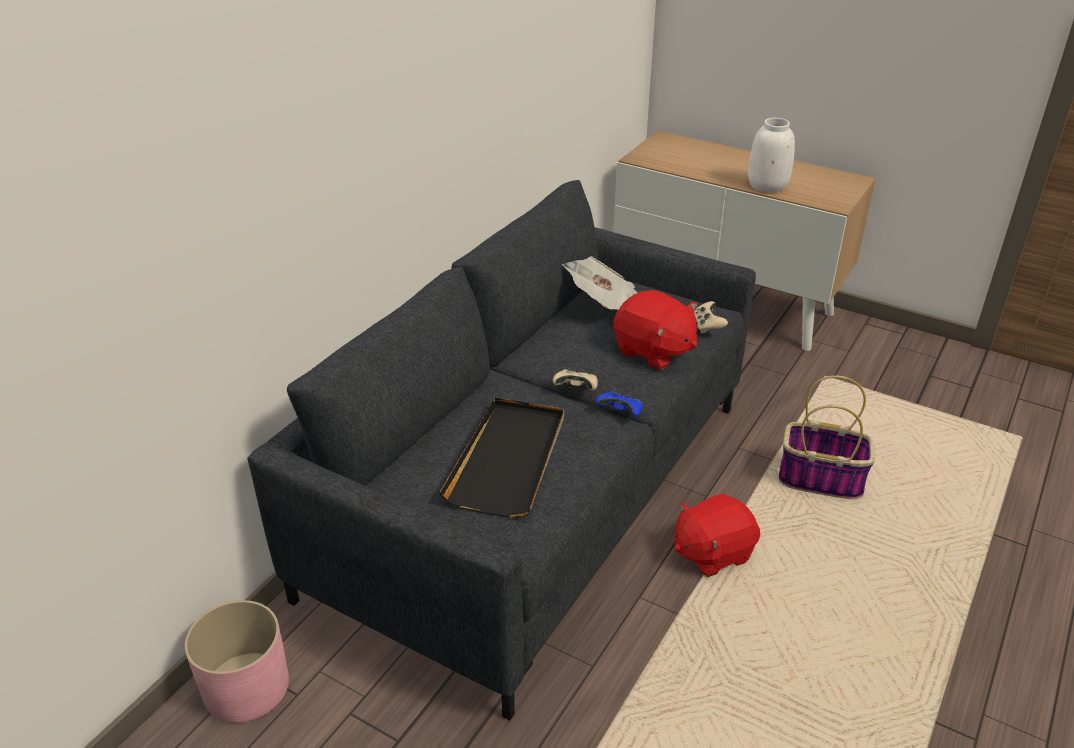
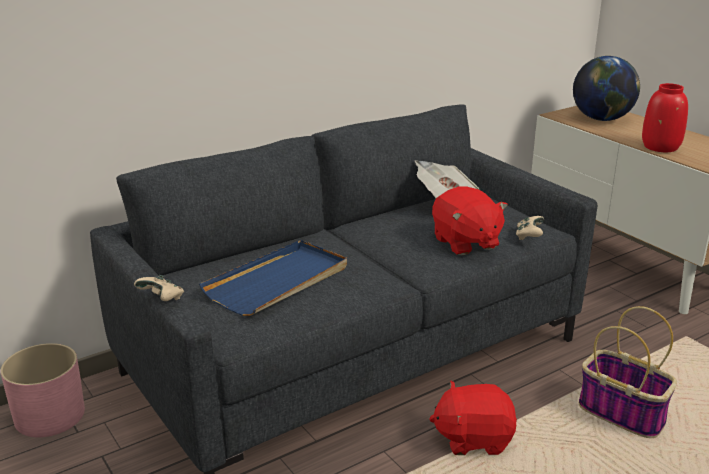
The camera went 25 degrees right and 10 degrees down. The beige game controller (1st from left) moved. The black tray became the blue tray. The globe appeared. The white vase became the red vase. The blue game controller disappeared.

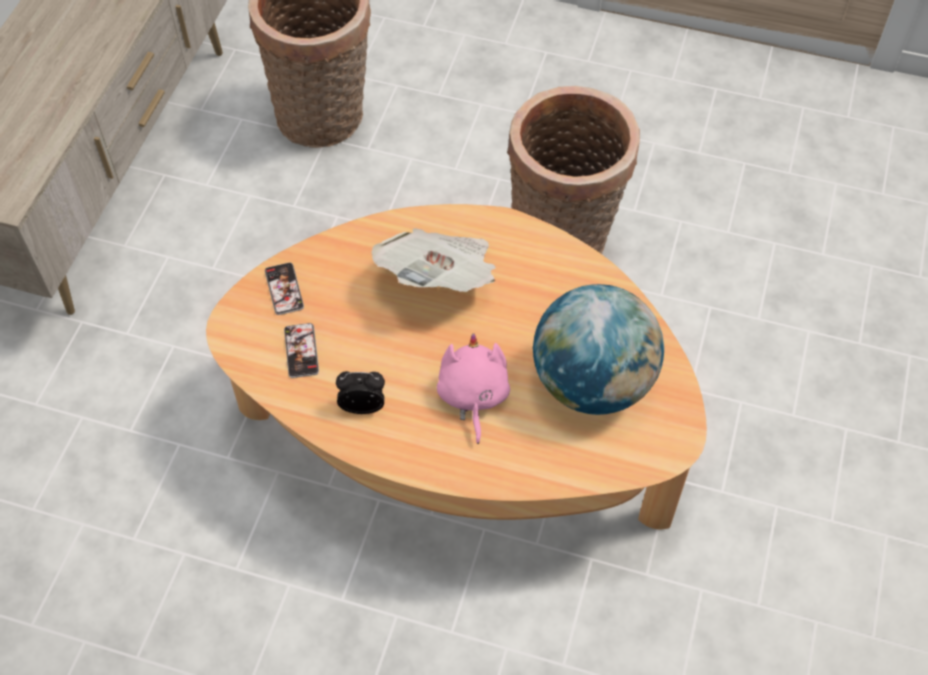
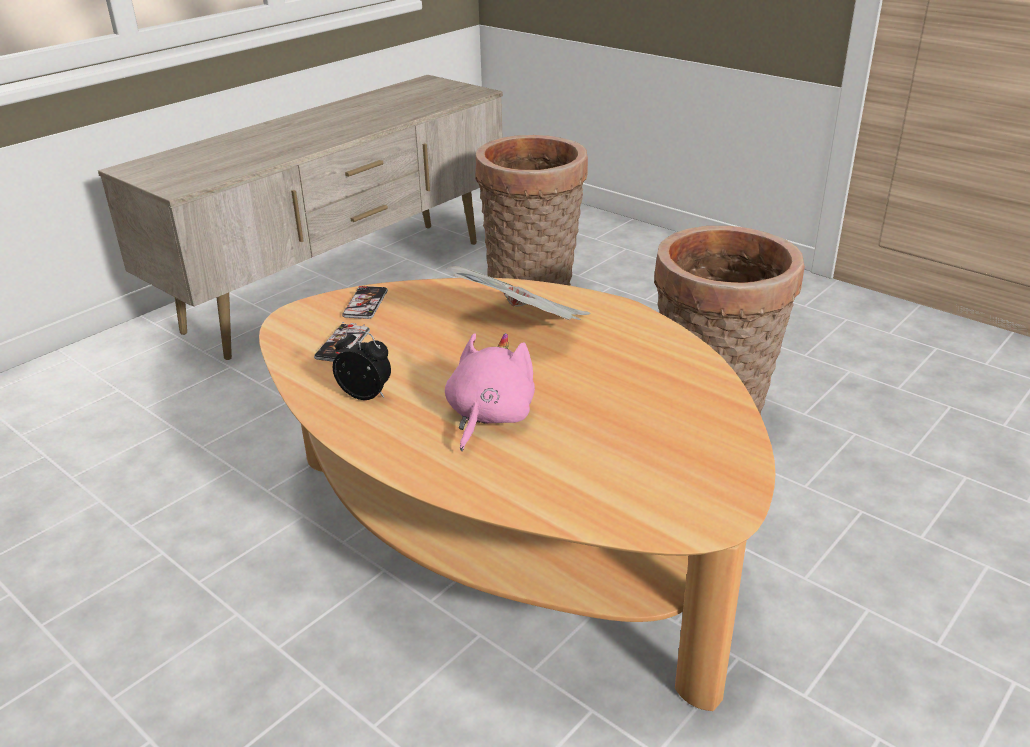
The camera went 25 degrees right and 25 degrees down. The globe disappeared.

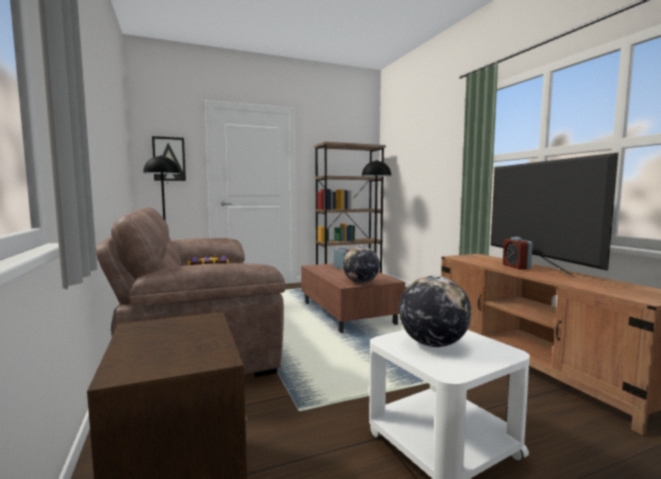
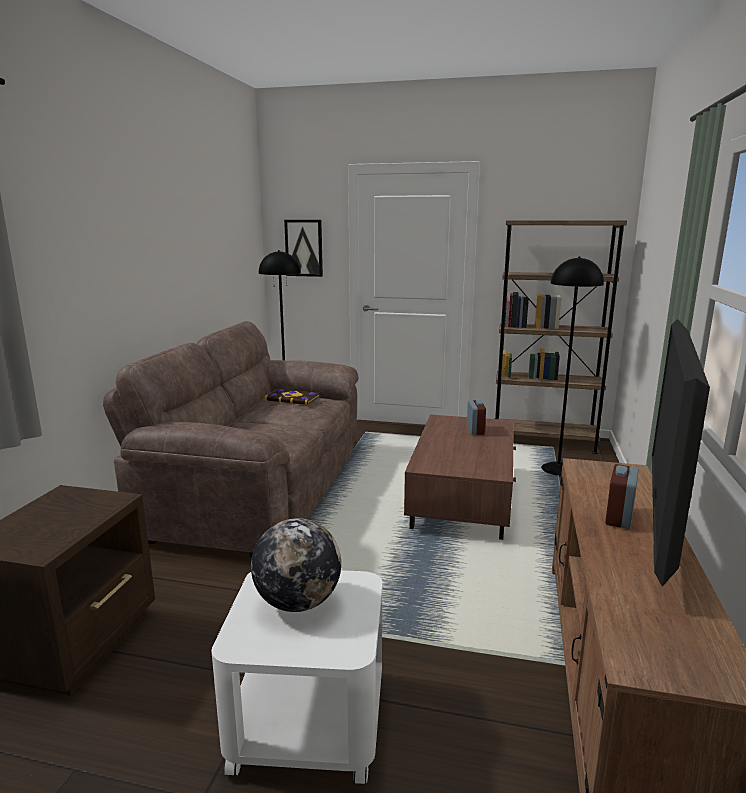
The camera went 35 degrees right and 10 degrees up. The globe (1st from left) disappeared.

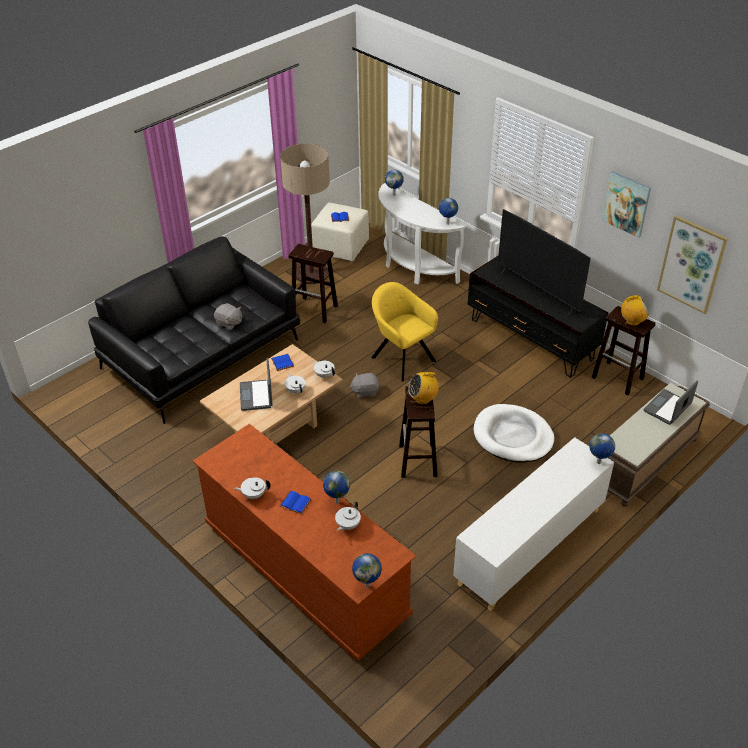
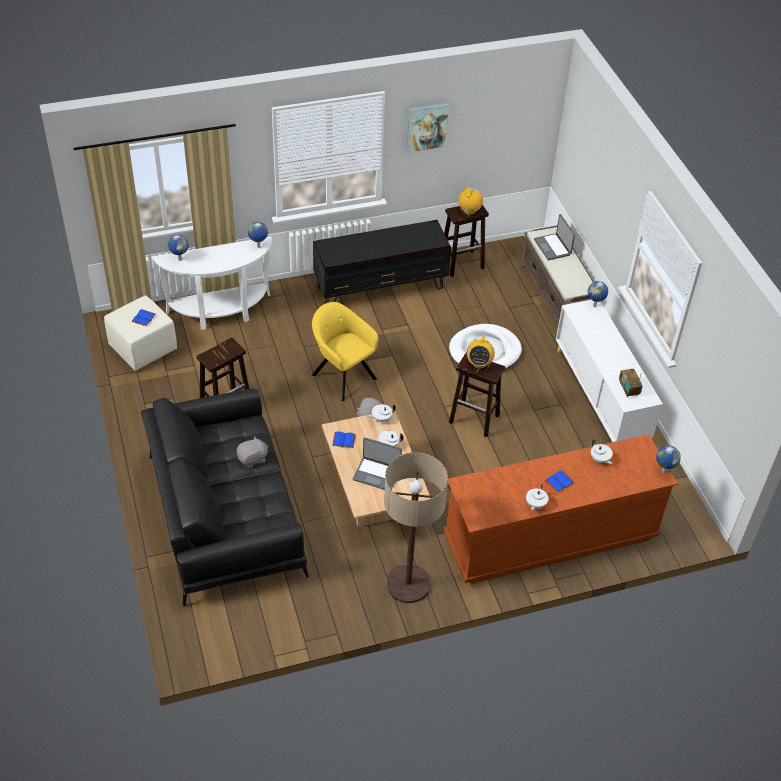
The camera went 65 degrees left and 5 degrees up. The yellow armchair turned 60 degrees clockwise. The floor lamp moved. The radio (3rd from left) appeared. The globe (1st from left) disappeared. The television disappeared. The picture (2nd from left) disappeared.

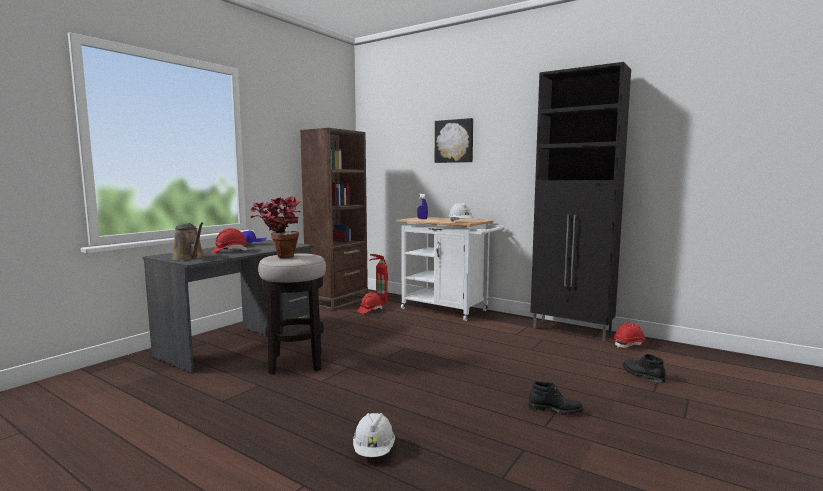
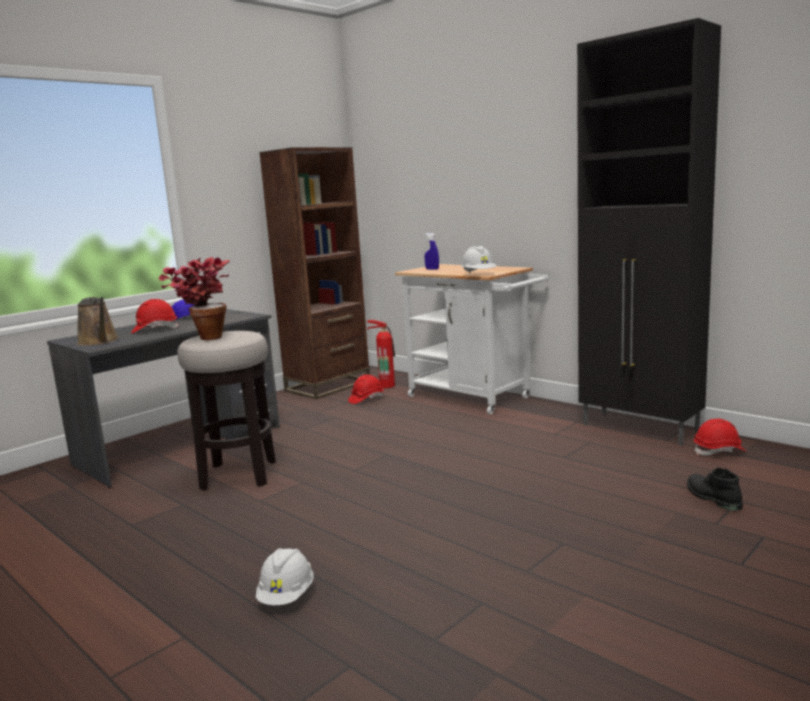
The camera went 10 degrees right and 5 degrees up. The picture disappeared. The black boot (1st from left) disappeared.

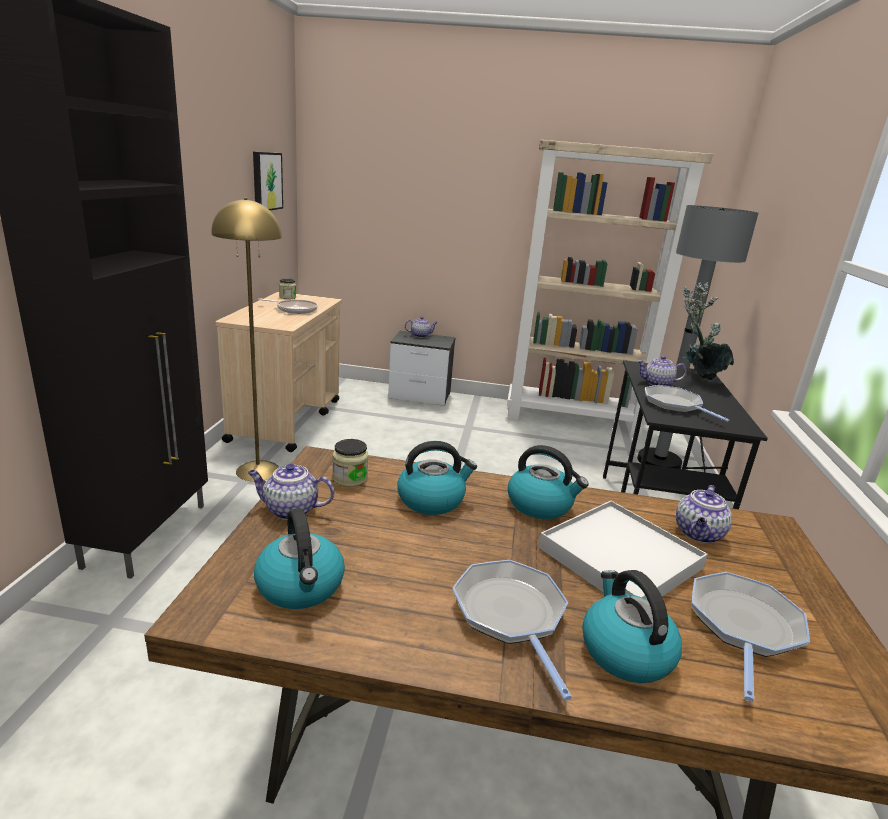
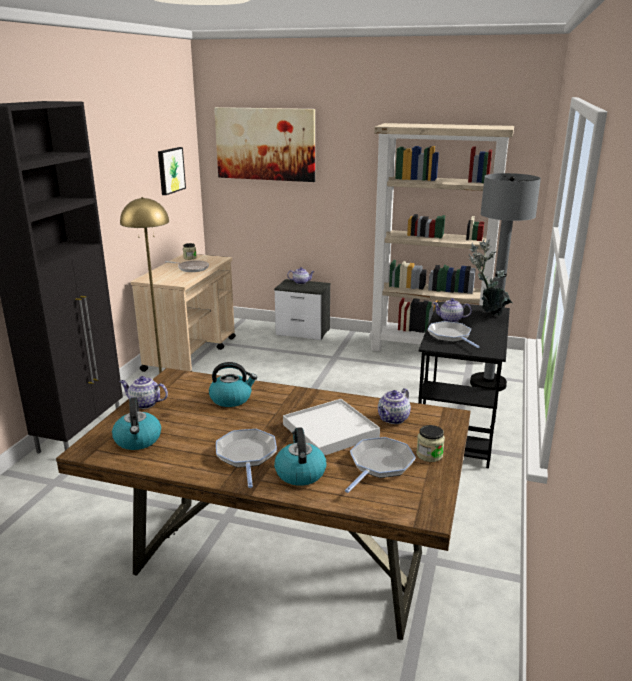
The camera went 10 degrees right and 0 degrees up. The picture (2nd from left) appeared. The jar (2nd from left) moved. The kettle (3rd from left) disappeared.

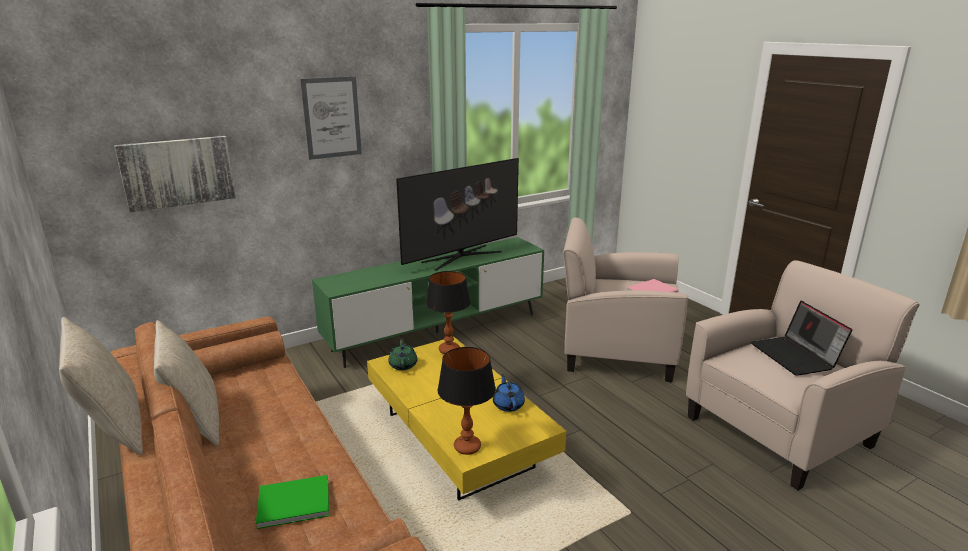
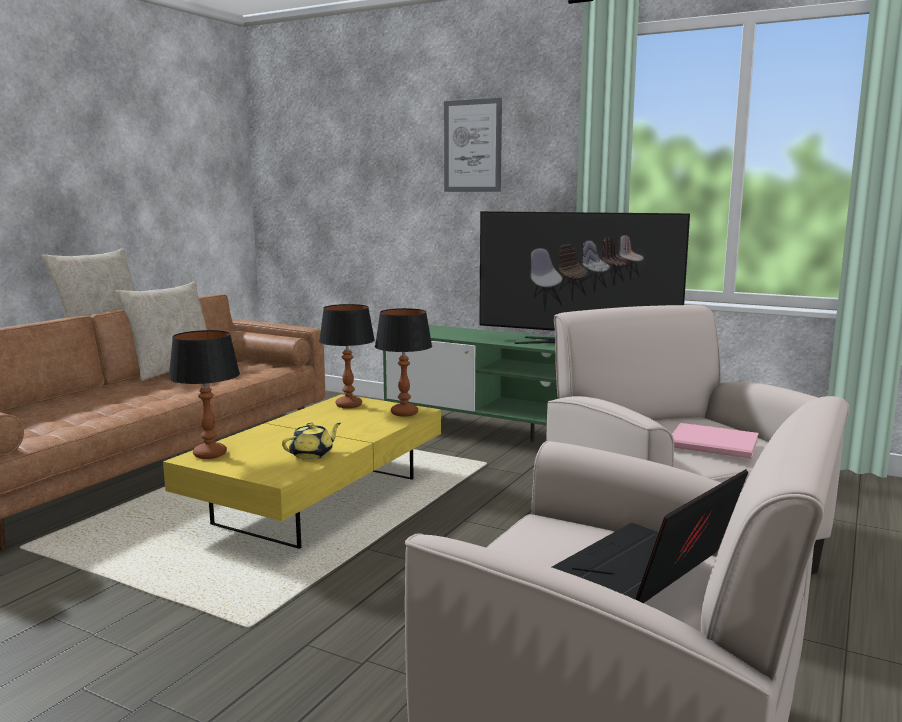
The camera went 60 degrees right and 10 degrees down. The blue teapot became the yellow teapot. The green teapot was replaced by the table lamp (2nd from left). The picture (1st from left) disappeared. The green book disappeared.

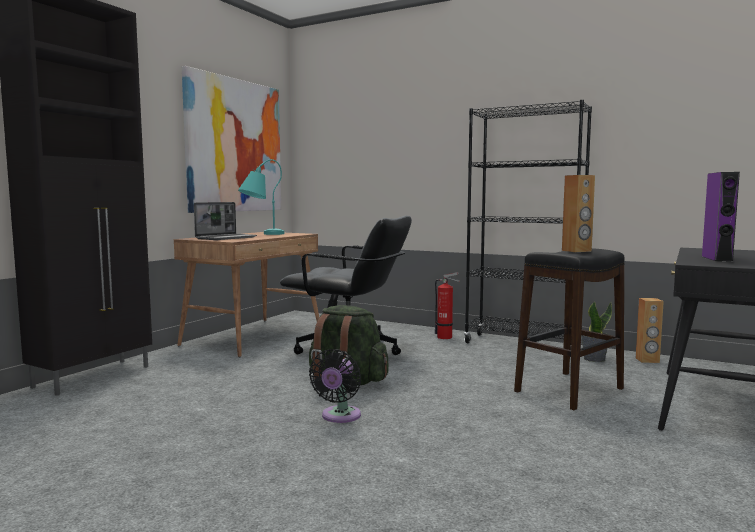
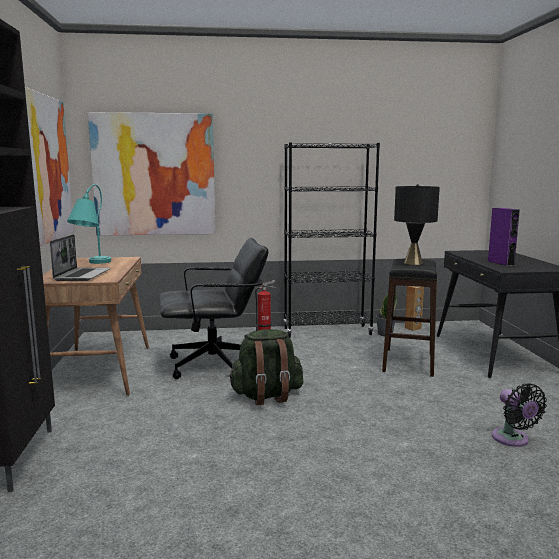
The camera went 35 degrees left and 5 degrees up. The picture (2nd from left) appeared. The brown speaker (1st from left) was replaced by the black table lamp. The black fan moved.

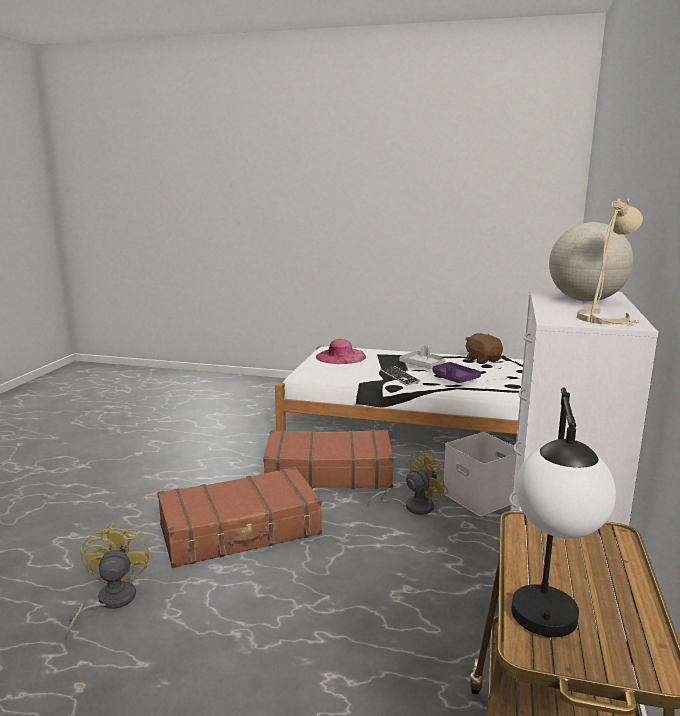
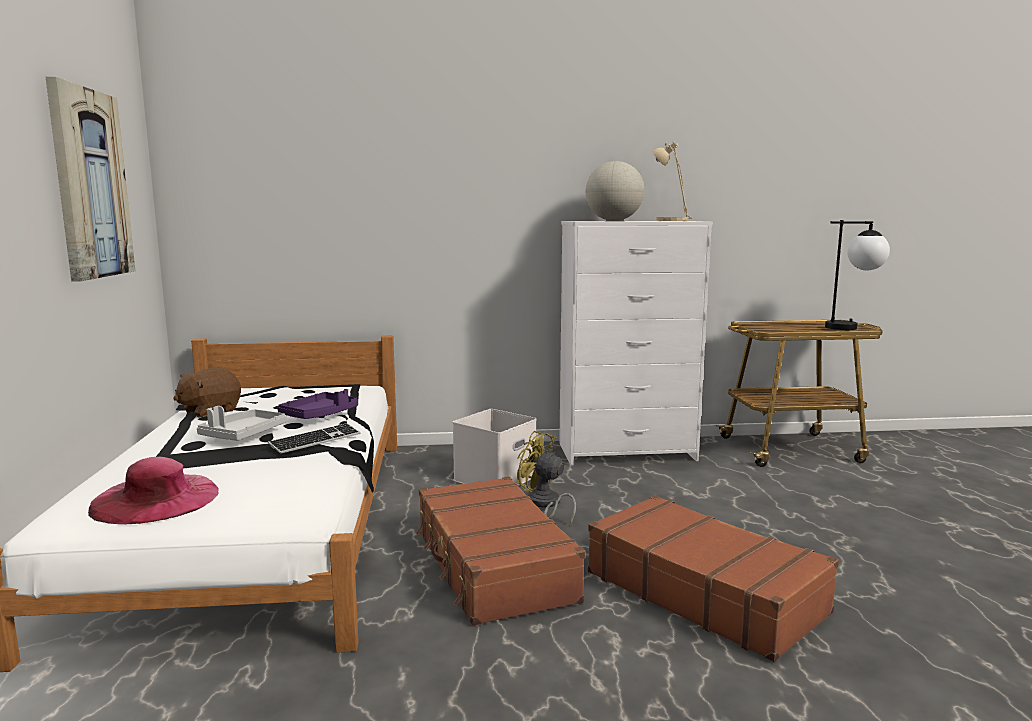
The camera went 110 degrees left and 5 degrees down. The picture appeared. The yellow fan (1st from left) disappeared.

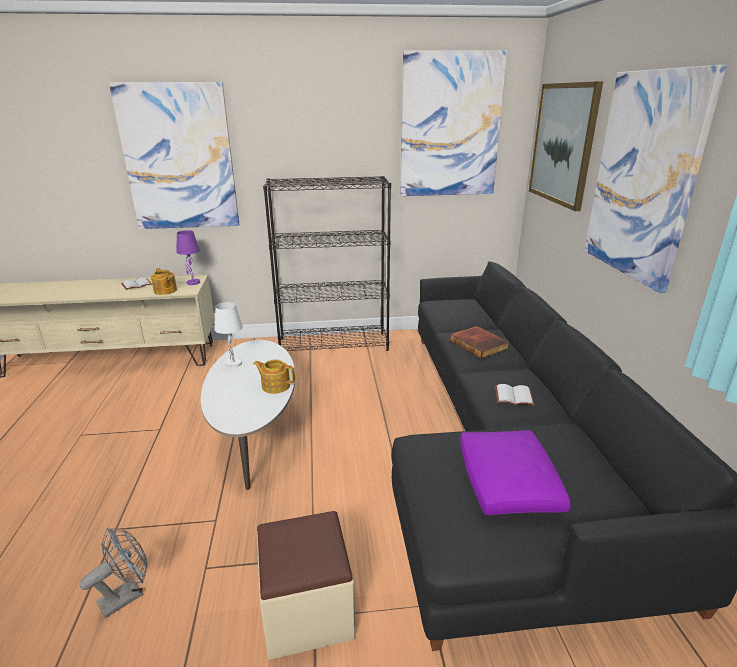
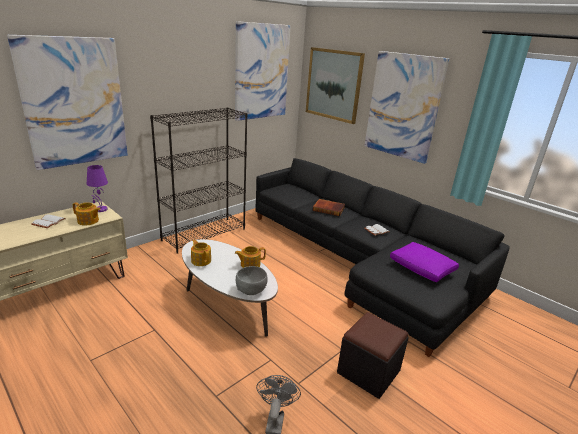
The camera went 40 degrees left and 0 degrees up. The white table lamp was replaced by the teapot (2nd from left). The grey bowl appeared. The beige ottoman became the black ottoman.

